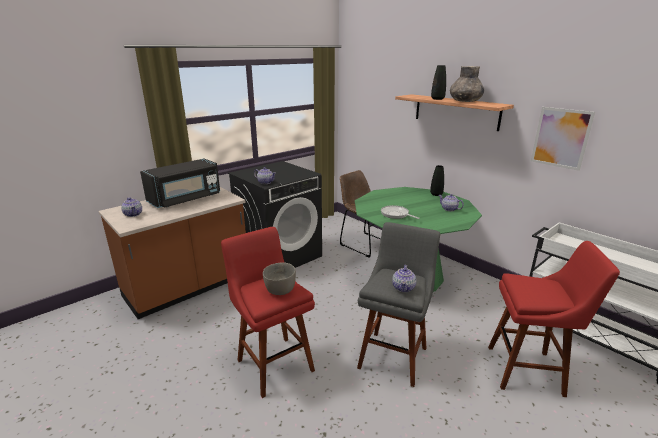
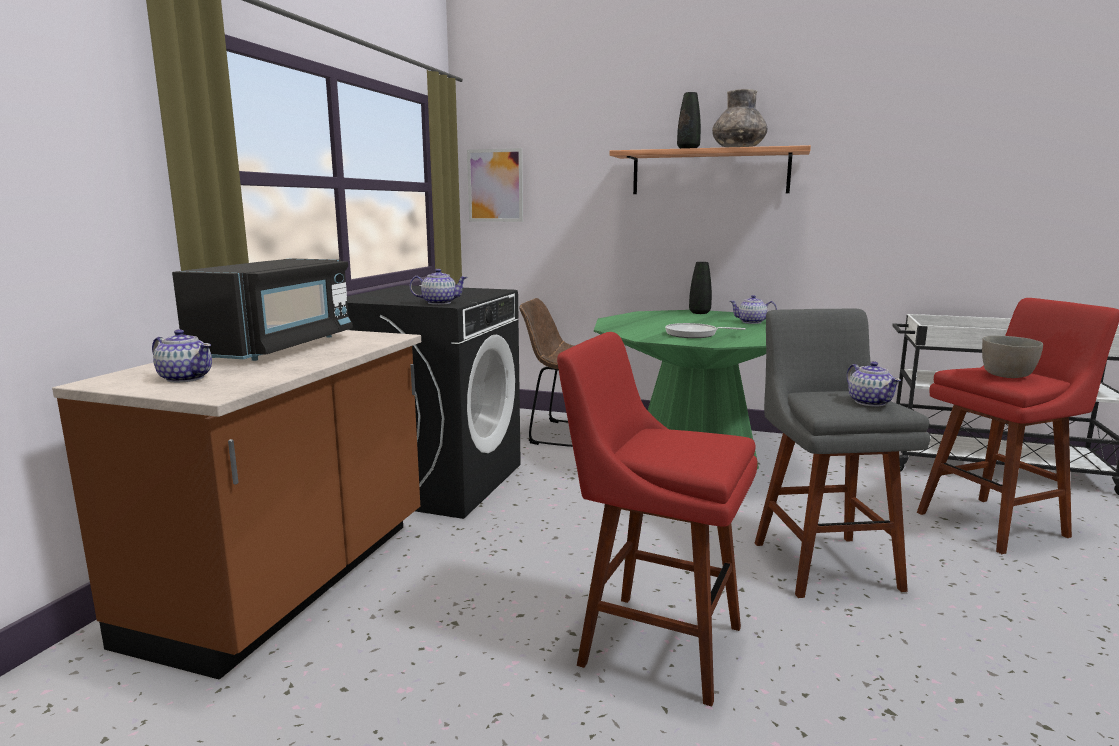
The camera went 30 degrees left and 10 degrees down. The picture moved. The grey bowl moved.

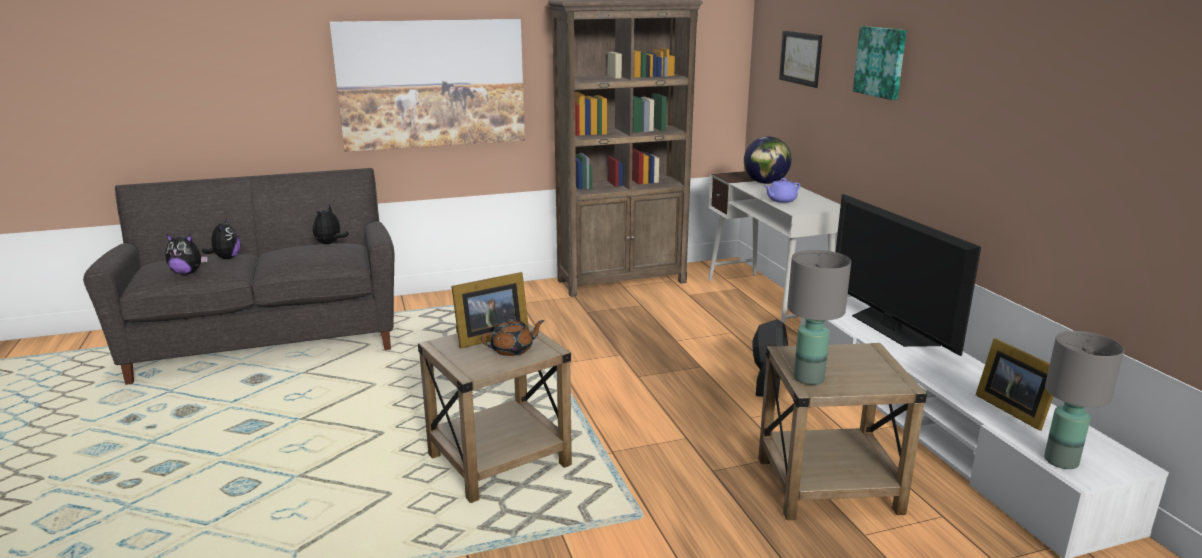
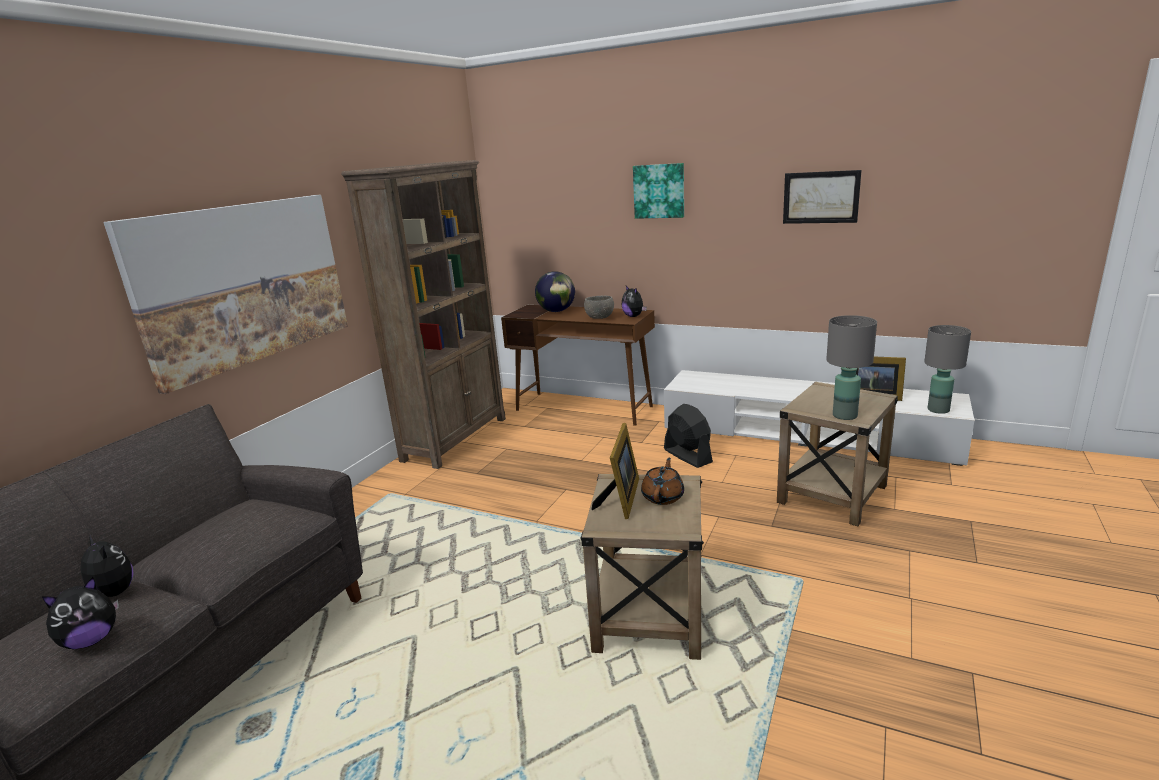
The camera went 45 degrees left and 0 degrees up. The white desk became the brown desk. The purple teapot was replaced by the grey bowl. The plush toy (3rd from left) moved. The picture (2nd from left in the first image) moved. The television disappeared.

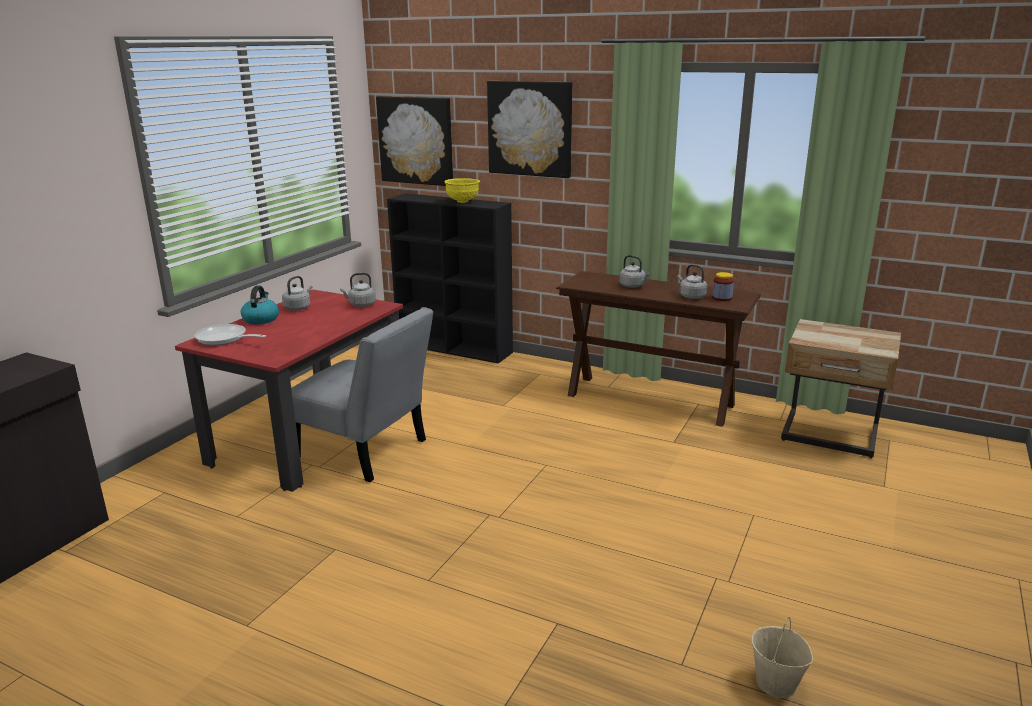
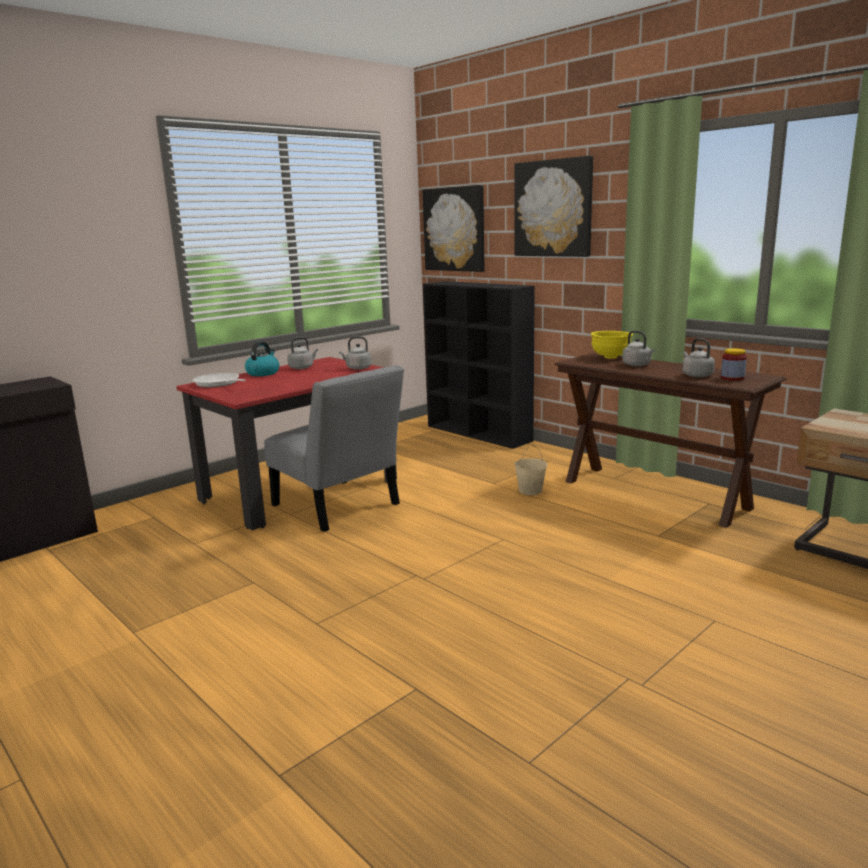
The camera went 20 degrees right and 5 degrees down. The beige bucket moved. The yellow bowl moved.

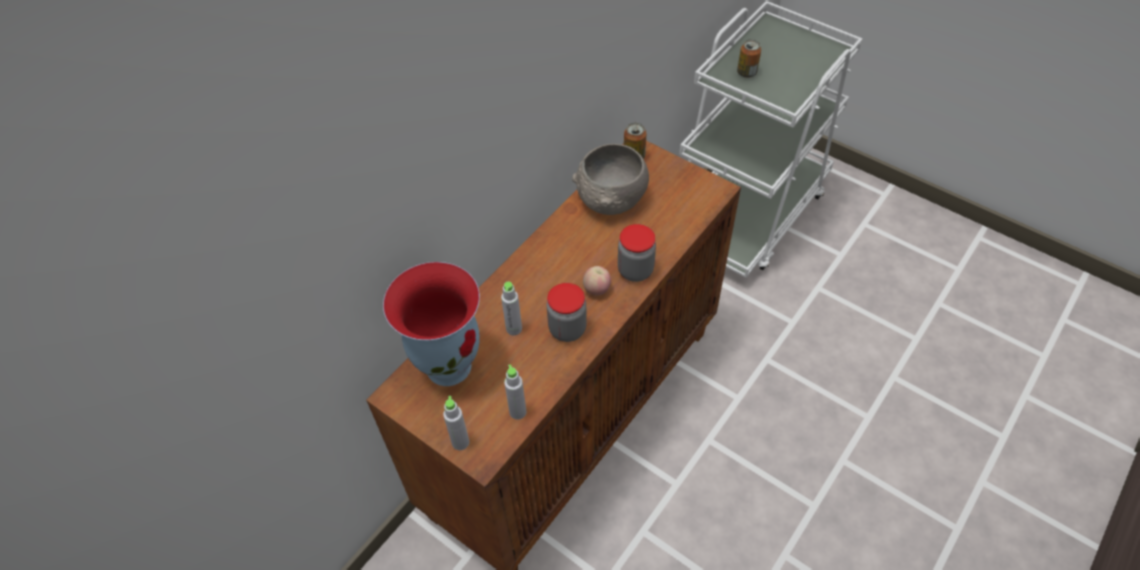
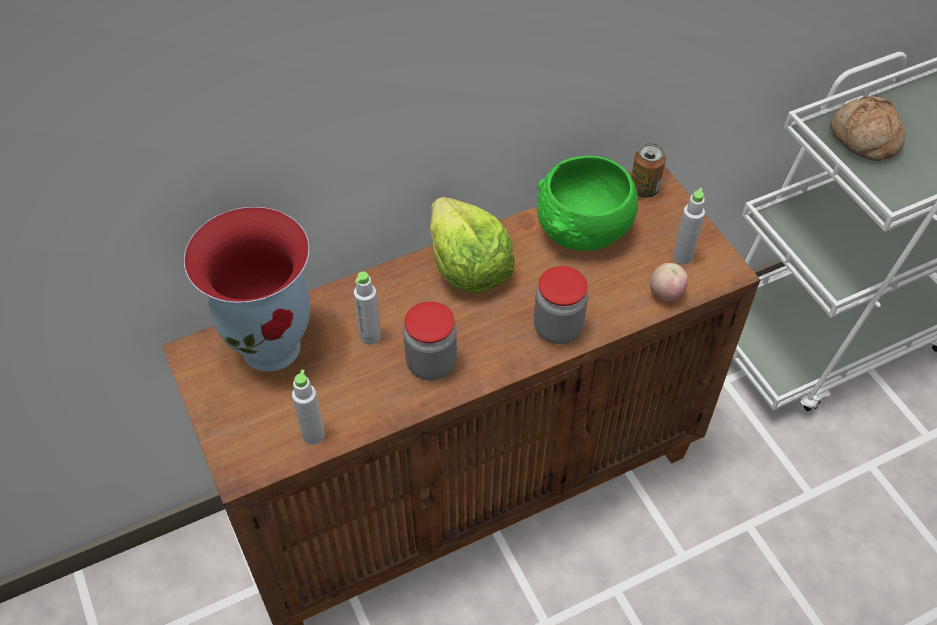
The camera went 25 degrees right and 0 degrees up. The lettuce appeared. The grey bowl became the green bowl. The apple moved. The grey bottle (1st from left in the first image) moved. The can (2nd from left) was replaced by the bread.

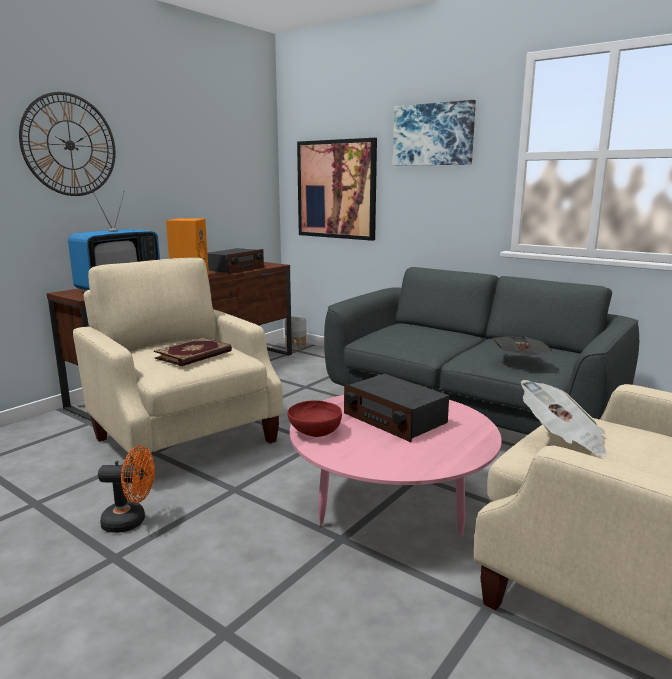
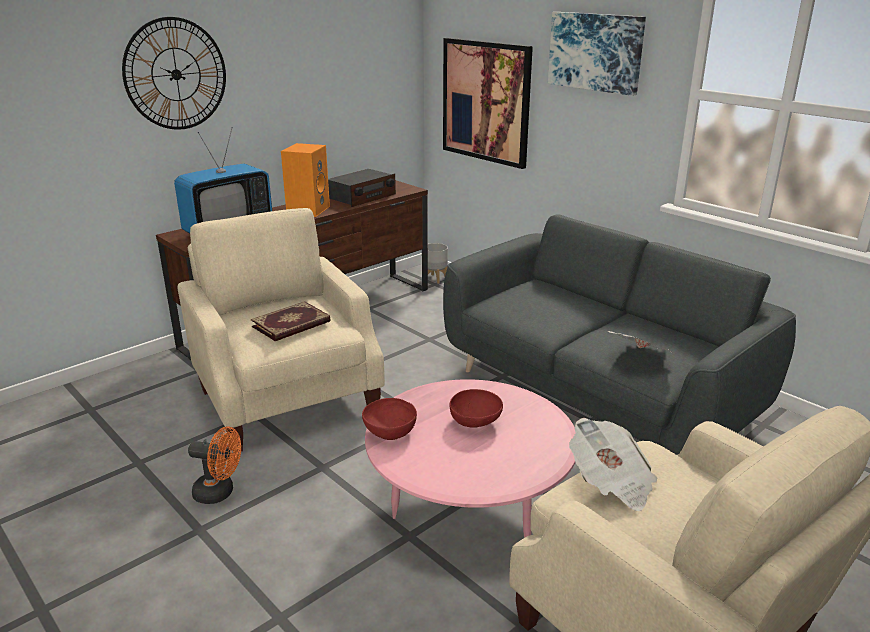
The camera went 10 degrees right and 10 degrees up. The radio (2nd from left) was replaced by the red bowl (2nd from left).

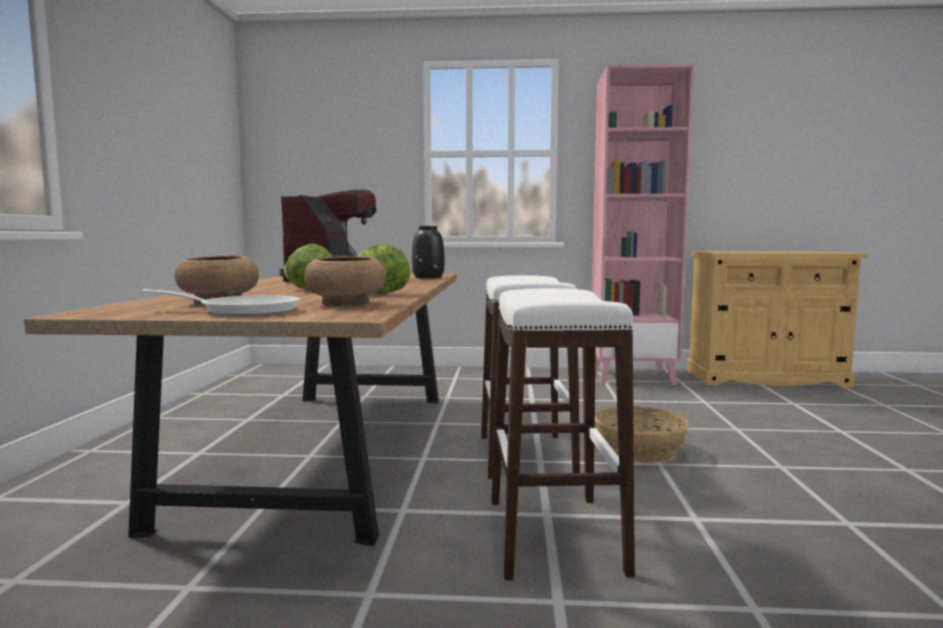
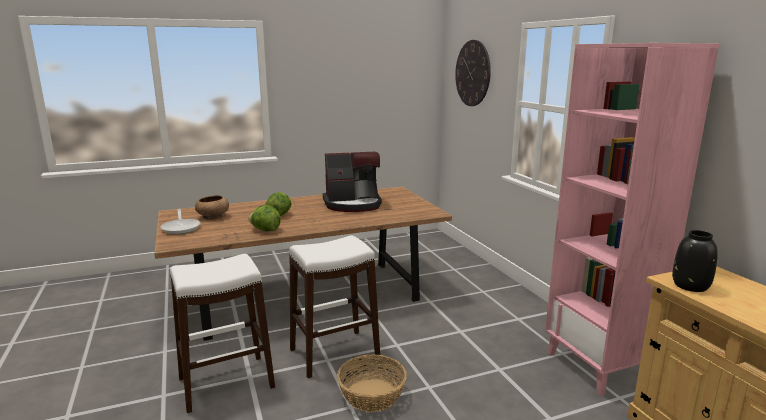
The camera went 65 degrees right and 10 degrees up. The wall clock appeared. The black vase moved. The brown bowl (2nd from left) disappeared.

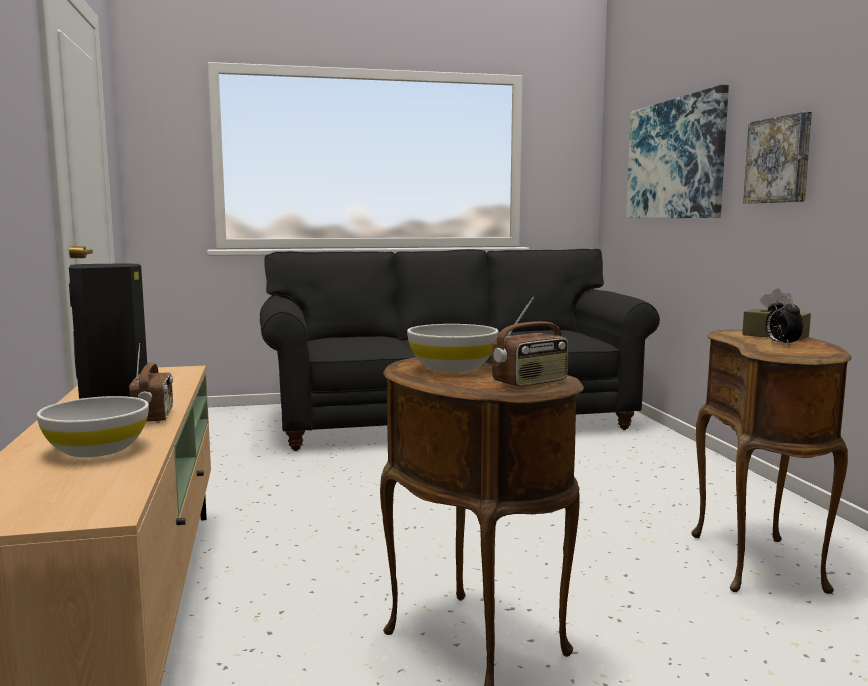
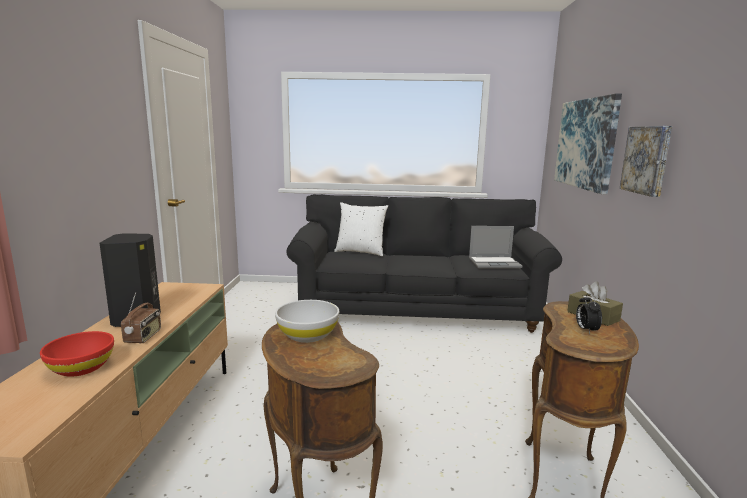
The camera went 15 degrees right and 5 degrees up. The white bowl (1st from left) became the red bowl. The white pillow appeared. The laptop appeared. The radio (2nd from left) disappeared.

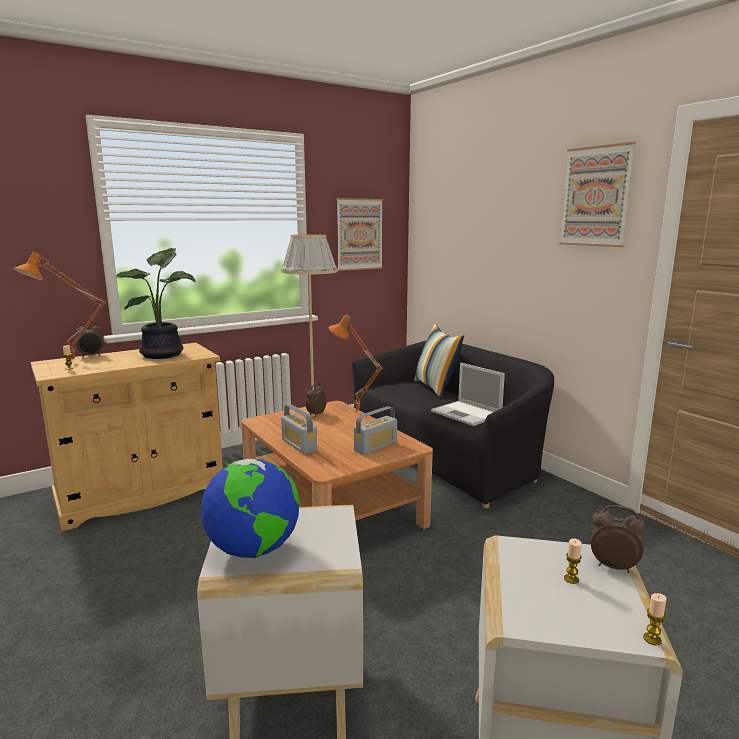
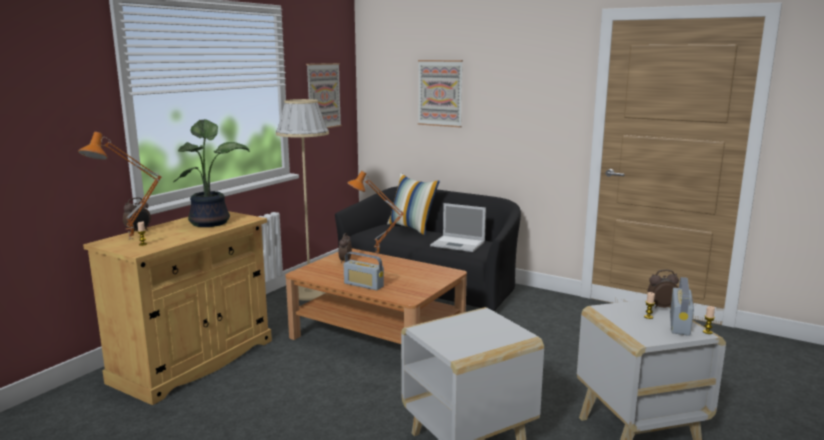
The camera went 25 degrees left and 0 degrees up. The picture (2nd from left) moved. The radio (2nd from left) moved. The globe disappeared.

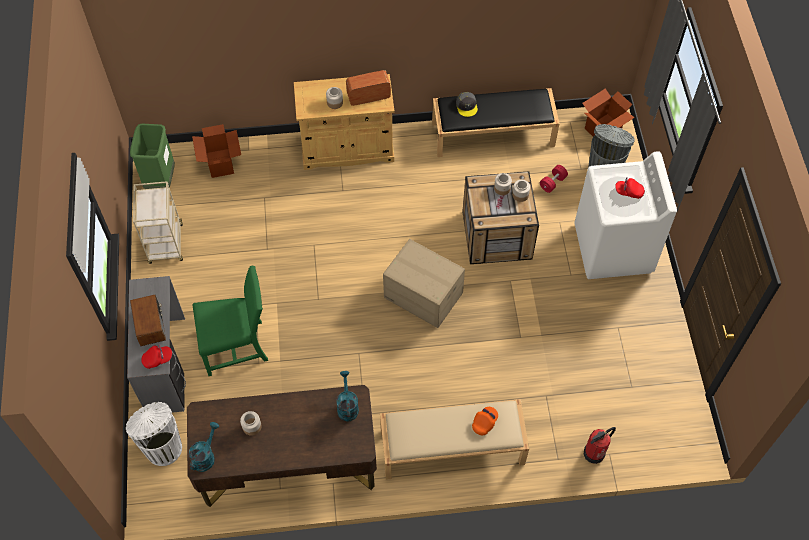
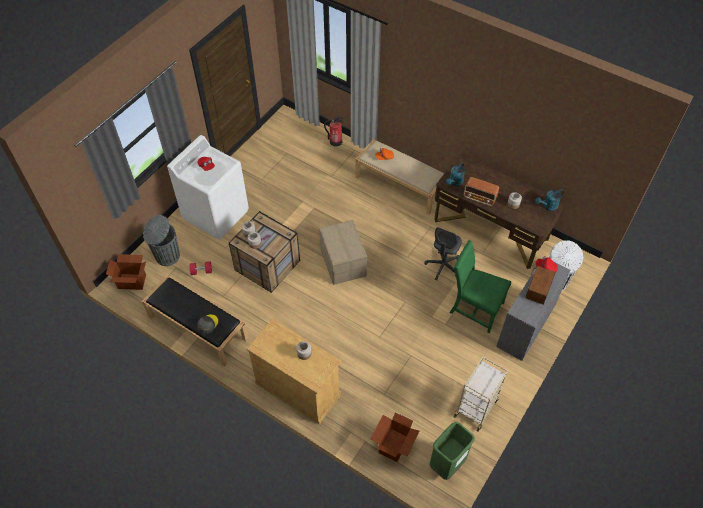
The camera went 140 degrees left and 5 degrees down. The grey office chair appeared. The radio (2nd from left in the first image) moved.

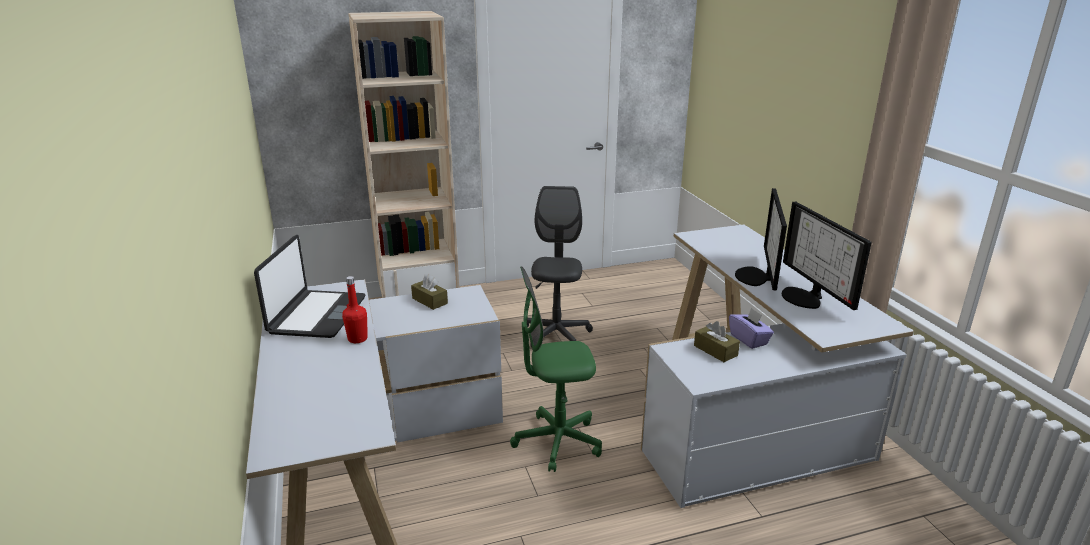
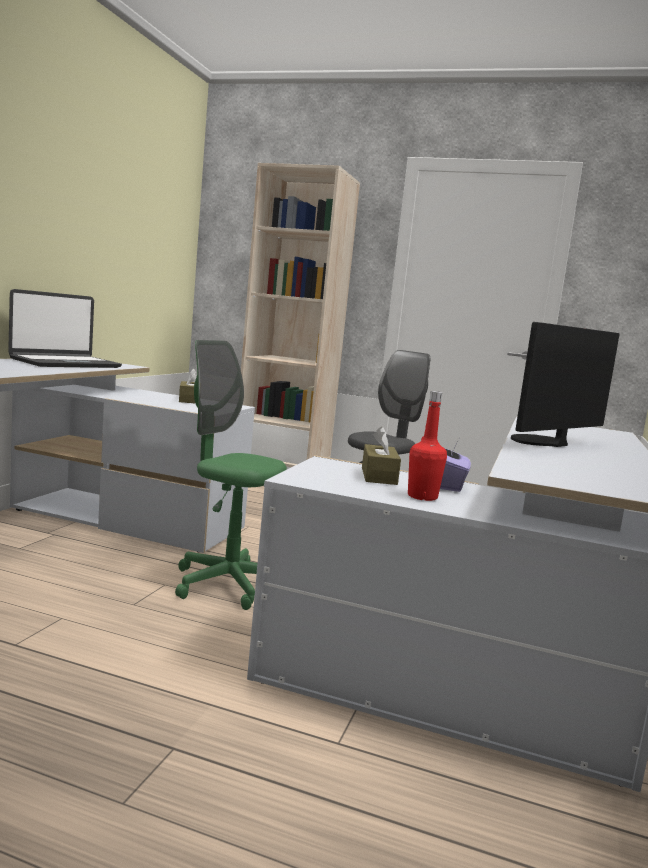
The camera went 35 degrees right and 15 degrees down. The red bottle moved. The monitor (2nd from left) disappeared.

